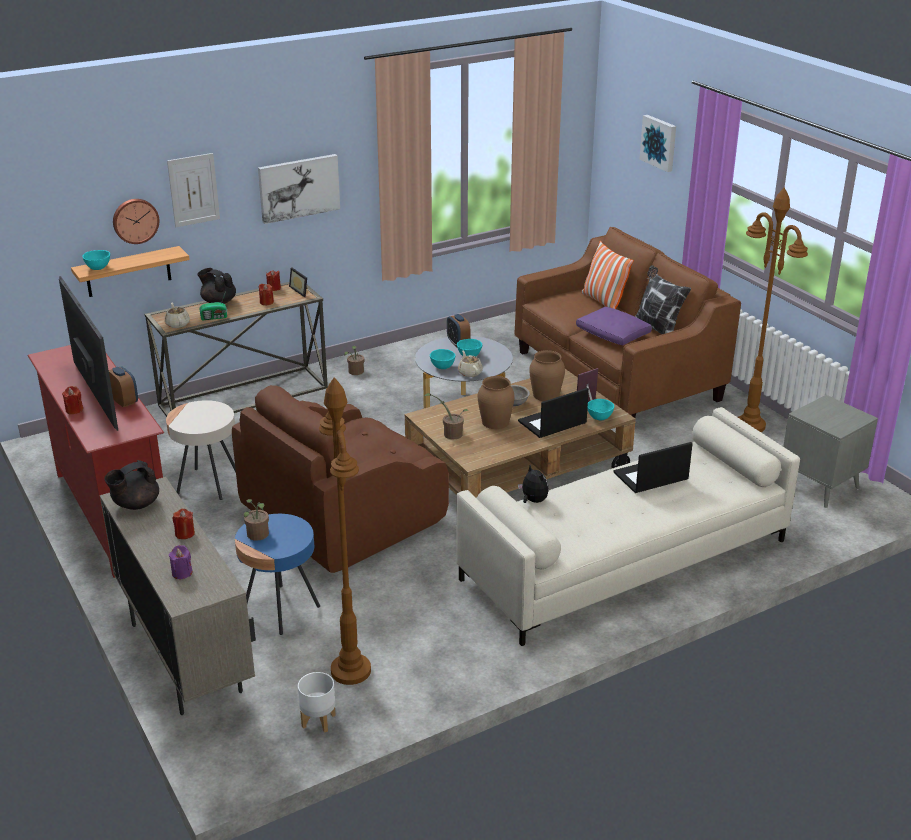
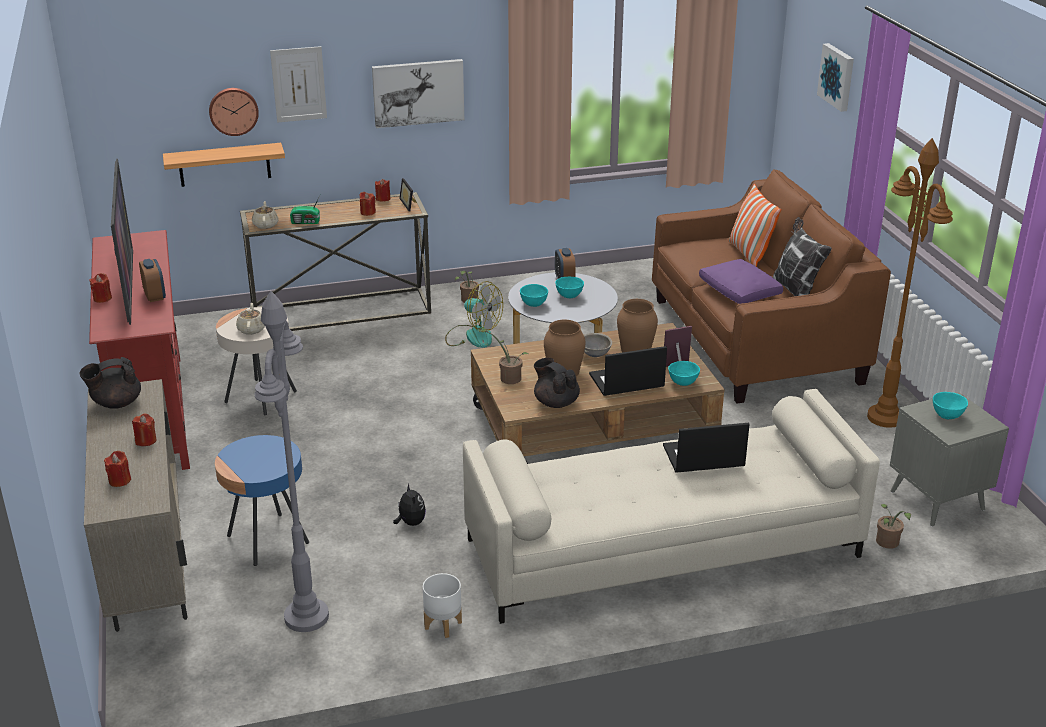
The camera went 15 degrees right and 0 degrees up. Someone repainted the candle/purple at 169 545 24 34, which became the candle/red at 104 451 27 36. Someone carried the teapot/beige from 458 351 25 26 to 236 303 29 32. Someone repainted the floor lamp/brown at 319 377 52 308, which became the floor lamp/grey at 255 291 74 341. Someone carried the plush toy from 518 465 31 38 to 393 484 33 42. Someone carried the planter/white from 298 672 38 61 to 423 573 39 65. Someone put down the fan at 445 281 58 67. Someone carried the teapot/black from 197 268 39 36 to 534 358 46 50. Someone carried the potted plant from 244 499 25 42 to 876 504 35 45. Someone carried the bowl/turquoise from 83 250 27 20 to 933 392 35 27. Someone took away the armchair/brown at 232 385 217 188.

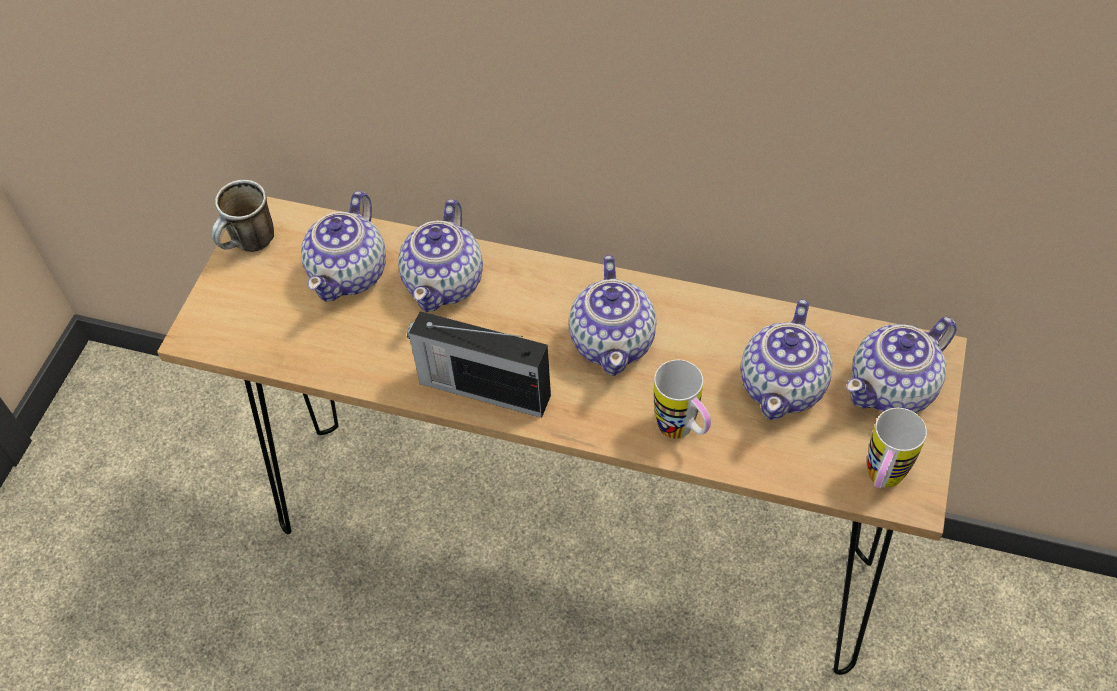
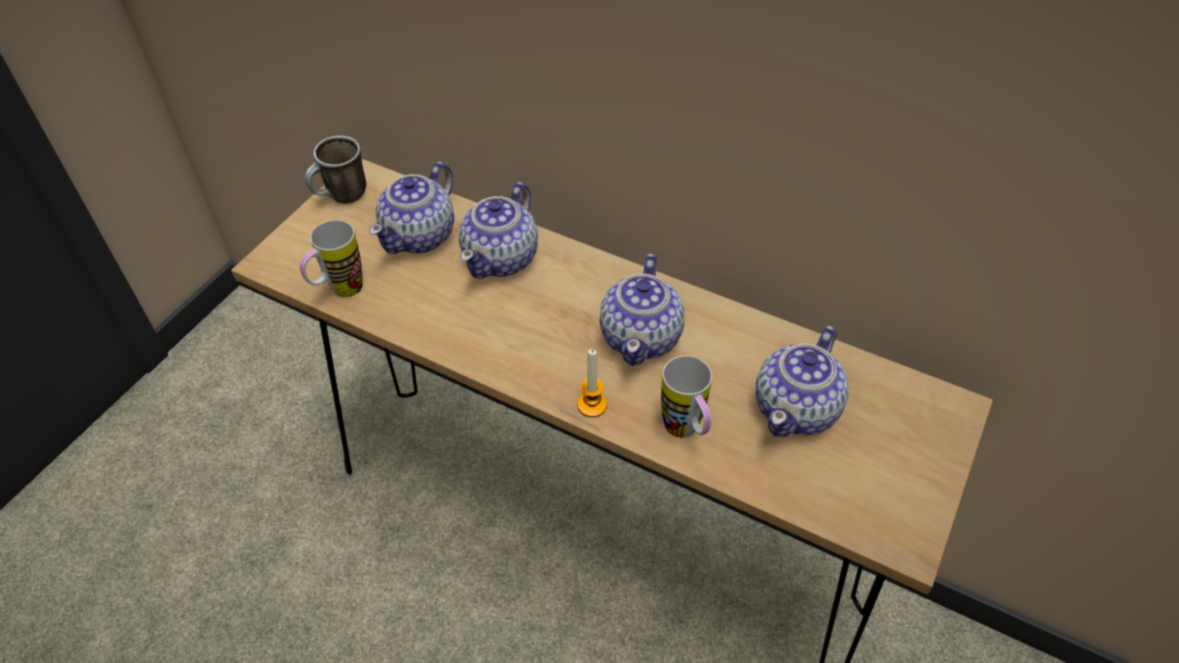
The camera went 10 degrees right and 5 degrees down. Someone carried the mug from 867 408 60 80 to 300 220 63 77. Someone put down the candle at 577 349 30 68. Someone took away the radio at 407 311 144 107. Someone took away the teapot at 846 317 111 96.

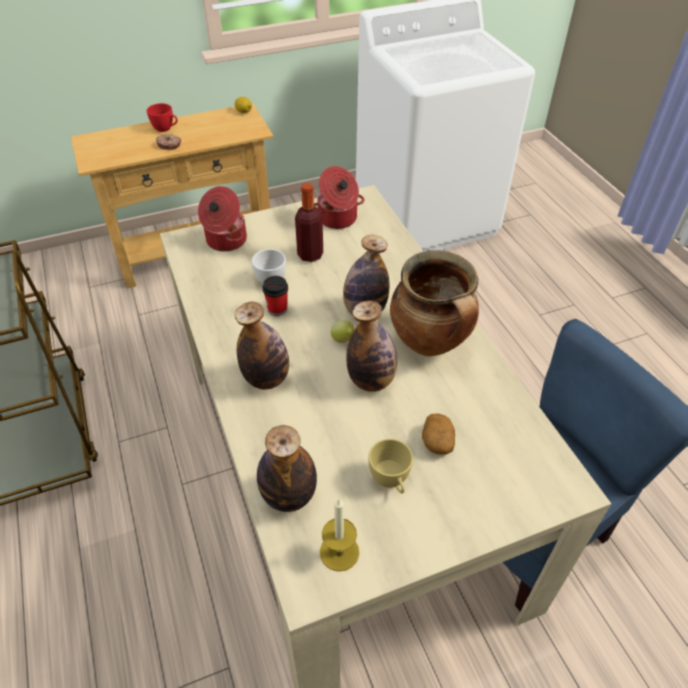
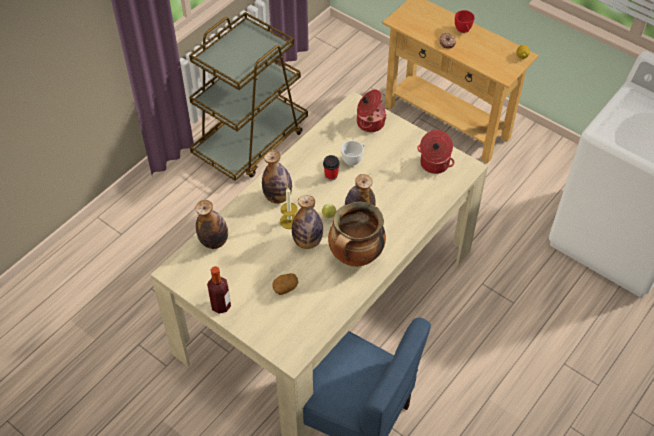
The camera went 60 degrees right and 5 degrees up. Someone carried the bottle from 295 183 28 79 to 207 266 24 48. Someone carried the candle from 320 499 39 72 to 280 188 18 41. Someone took away the cup/yellow at 369 439 44 54.

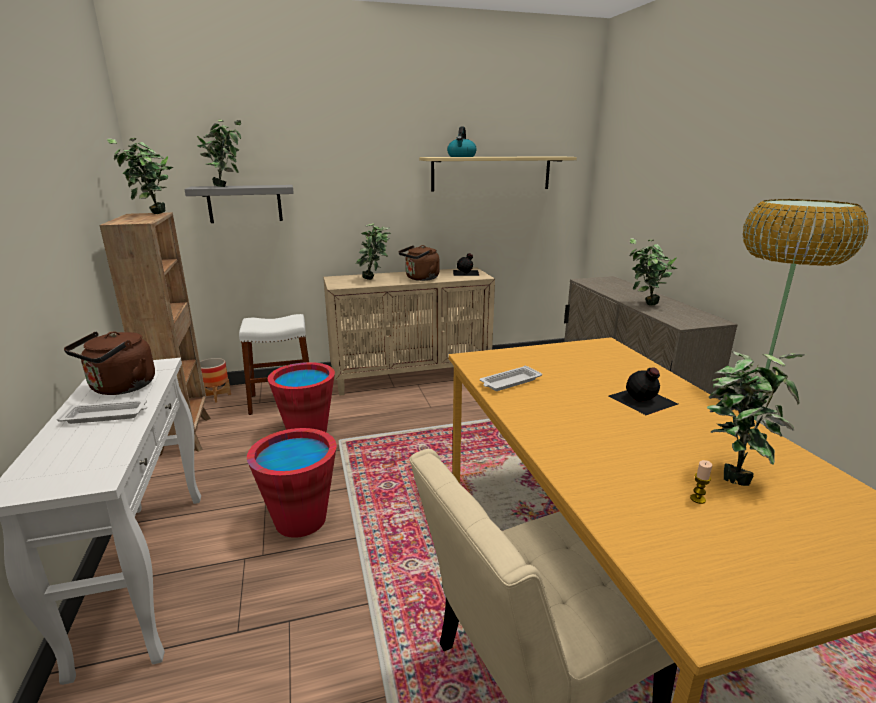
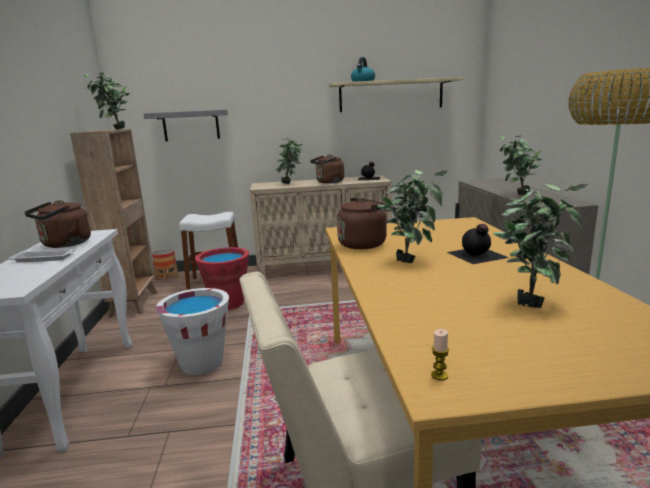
The camera went 10 degrees right and 5 degrees down. Someone repainted the bucket/red at 247 428 90 110, which became the bucket/white at 156 288 73 87. Someone swapped the tray/white at 480 365 62 26 for the kettle/brown at 337 198 59 51. Someone carried the potted plant from 197 120 44 67 to 377 170 70 93. Someone carried the candle from 690 460 22 44 to 431 329 18 52.

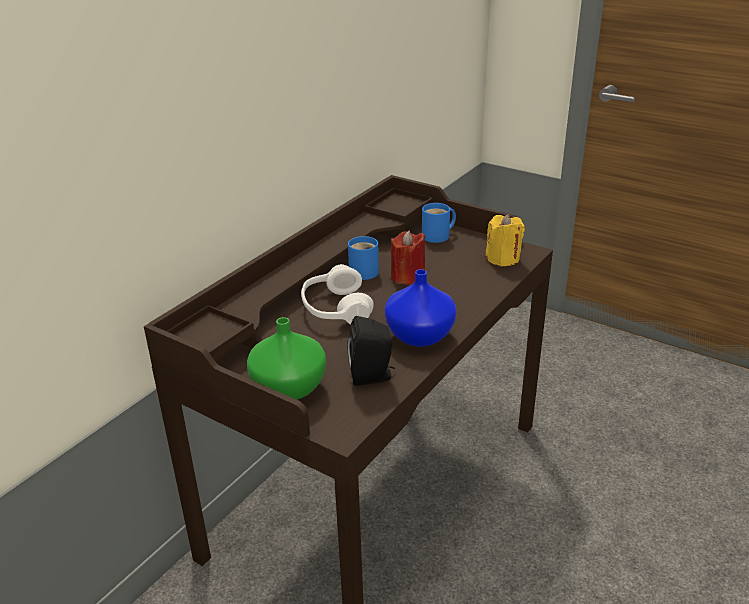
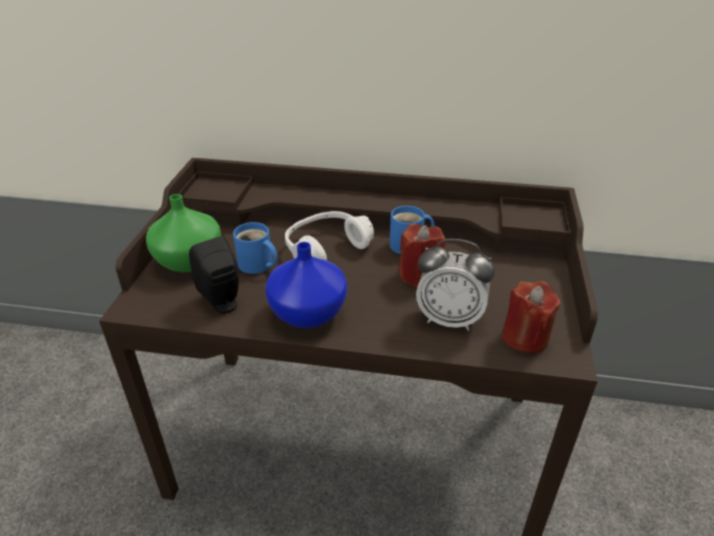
The camera went 65 degrees right and 5 degrees up. Someone carried the mug/blue from 422 203 34 40 to 233 222 45 52. Someone put down the alarm clock at 416 239 79 92. Someone repainted the candle/yellow at 485 214 40 52, which became the candle/red at 502 281 59 73.

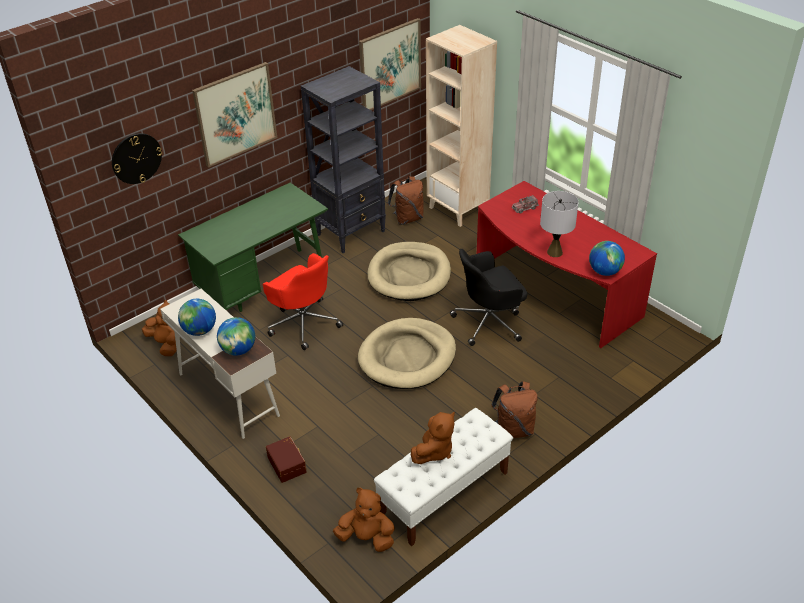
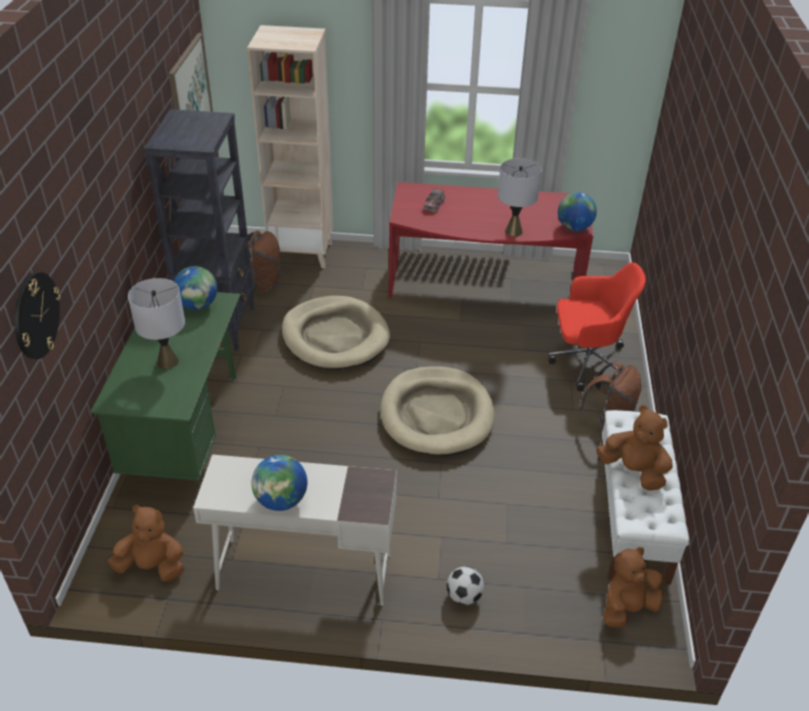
The camera went 45 degrees left and 0 degrees up. Someone put down the table lamp/grey at 128 278 57 91. Someone carried the globe from 217 317 38 39 to 174 266 43 44. Someone swapped the storage box/brown at 266 436 41 47 for the football at 447 566 37 39. Someone carried the office chair/red from 263 253 80 97 to 548 263 98 128. Someone rotated the plush toy/brown at 411 412 44 52 by 45 degrees counterclockwise. Someone took away the picture at 192 62 85 106. Someone took away the office chair/black at 450 249 77 97.

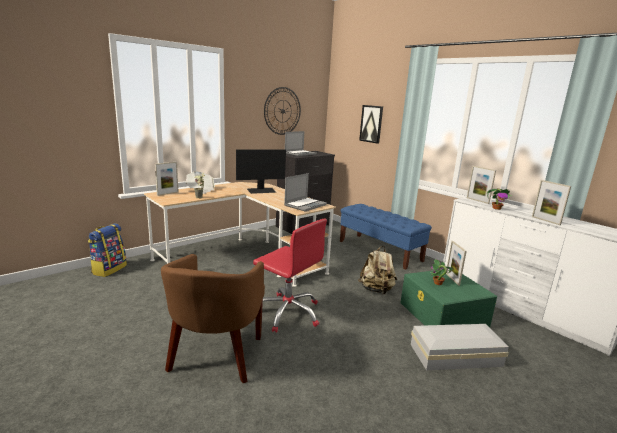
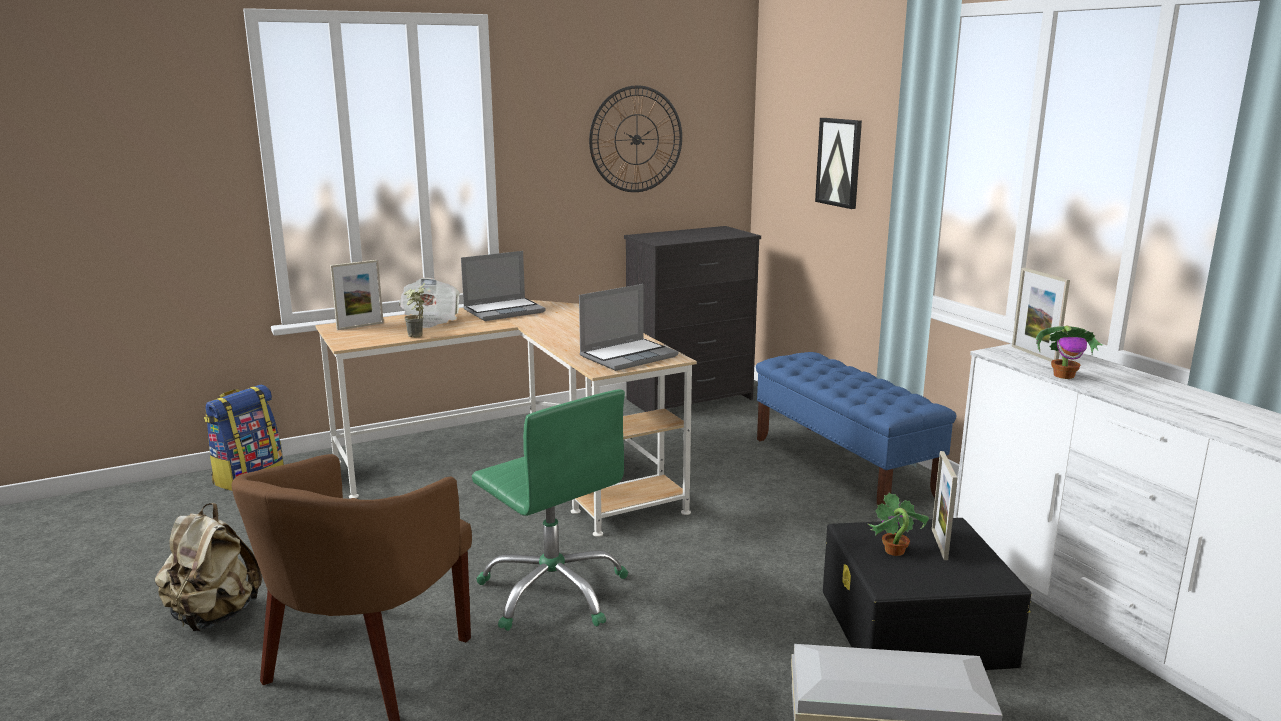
The camera went 15 degrees right and 0 degrees up. Someone carried the backpack/beige from 358 246 39 48 to 155 503 107 128. Someone carried the laptop from 285 131 32 25 to 461 251 85 70. Someone repainted the office chair/red at 253 218 74 115, which became the office chair/green at 472 389 156 242. Someone repainted the storage box/green at 400 271 97 56, which became the storage box/black at 823 518 209 152. Someone took away the monitor at 236 149 50 45. Someone took away the picture frame at 532 180 39 45.

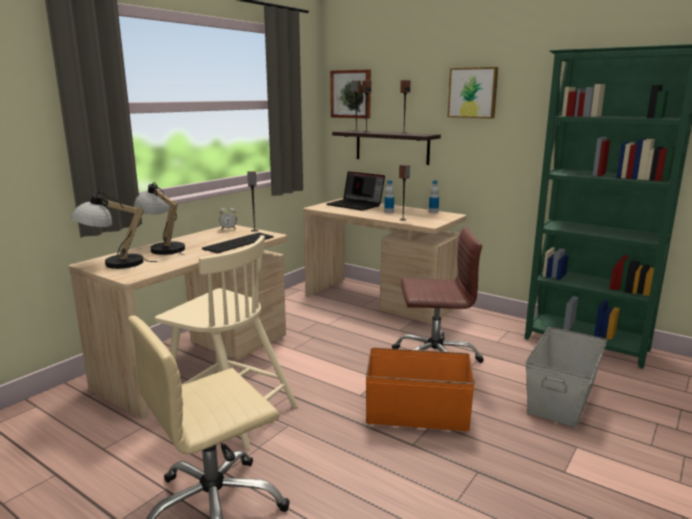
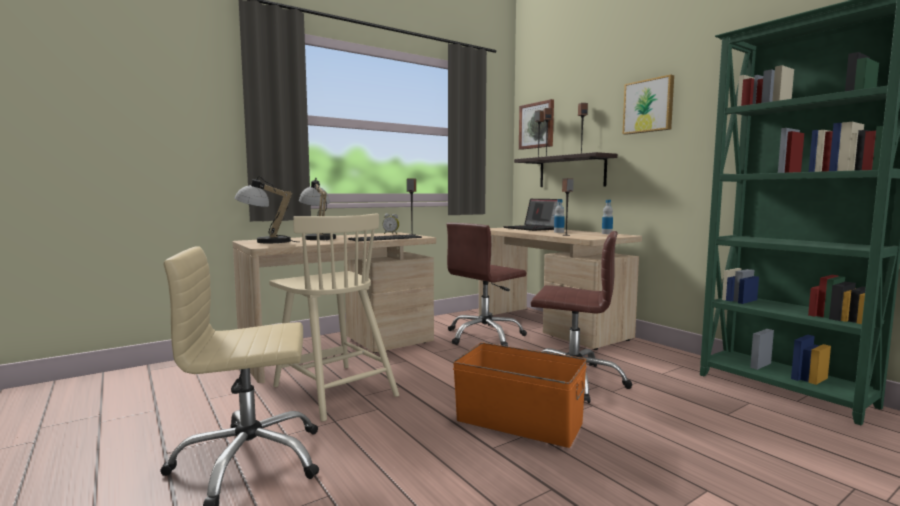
The camera went 20 degrees right and 10 degrees down. Someone put down the office chair/brown at 447 223 80 123. Someone took away the storage box/grey at 526 327 82 100.

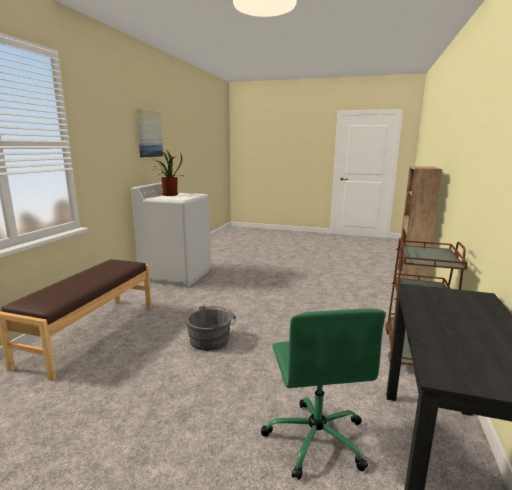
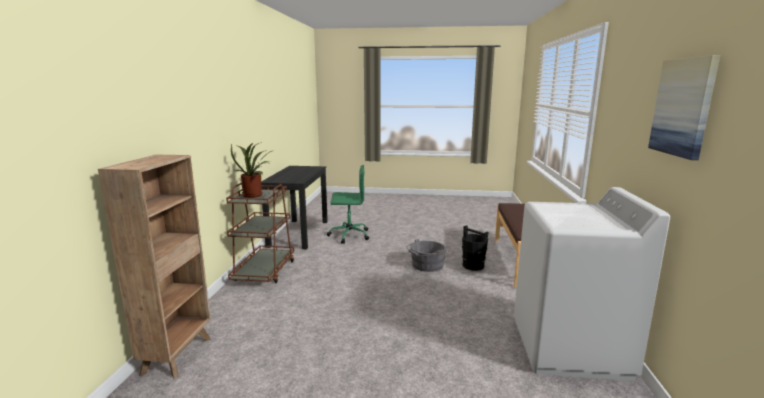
The camera went 170 degrees right and 0 degrees up. Someone carried the potted plant from 153 150 30 46 to 231 142 43 56. Someone rotated the office chair/green at 261 308 125 172 by 105 degrees clockwise. Someone put down the bucket/black at 462 225 26 46.

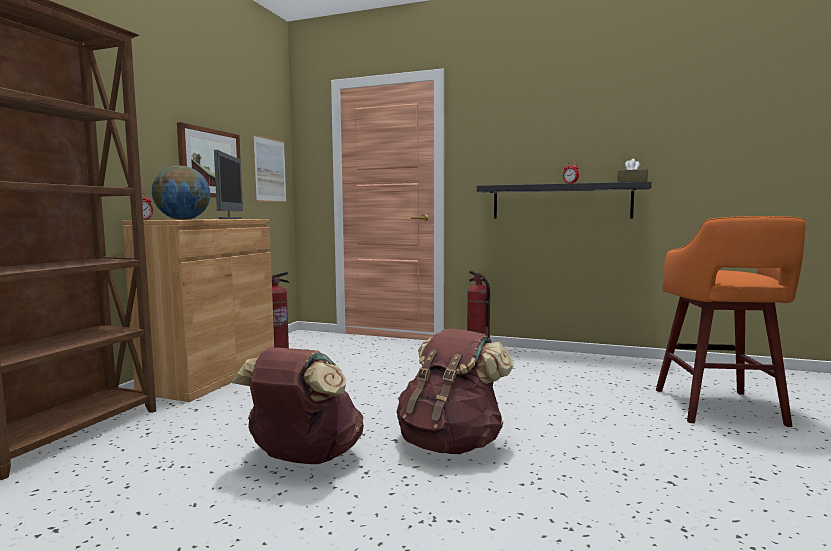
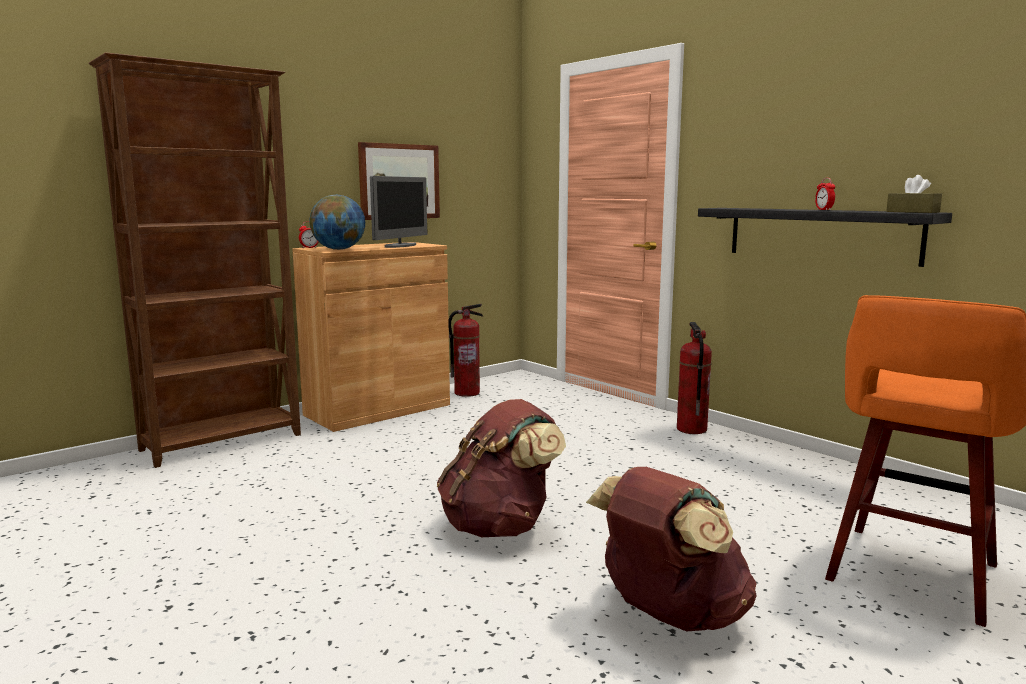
The camera went 30 degrees right and 5 degrees up. Someone carried the backpack/brown from 232 347 132 117 to 586 467 171 164. Someone took away the picture at 253 135 34 68.

